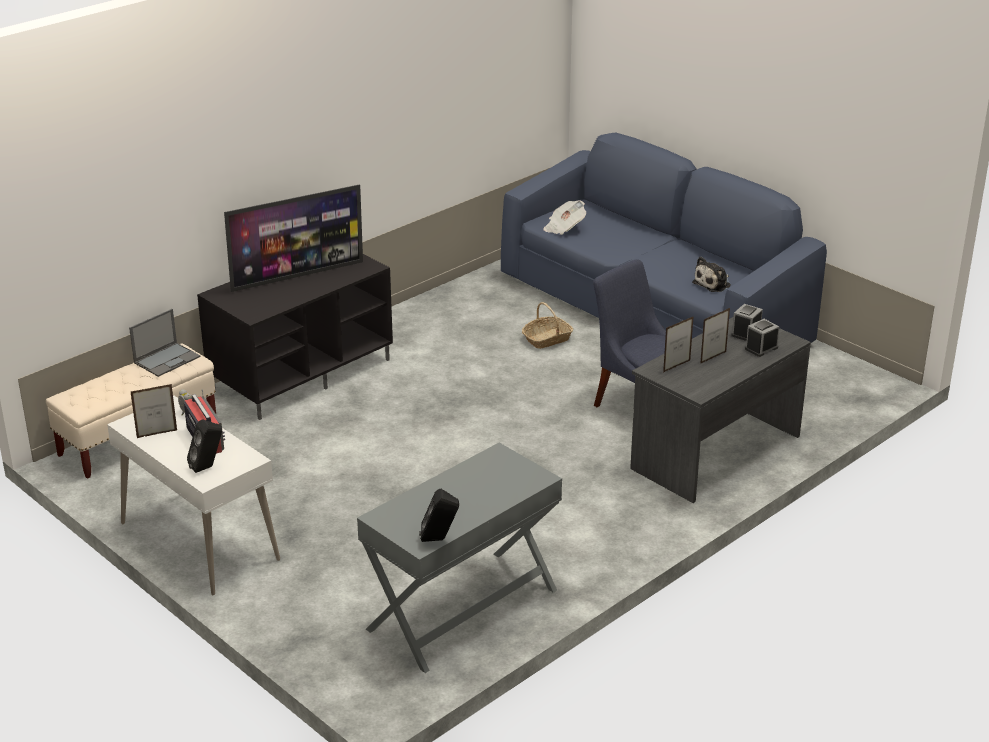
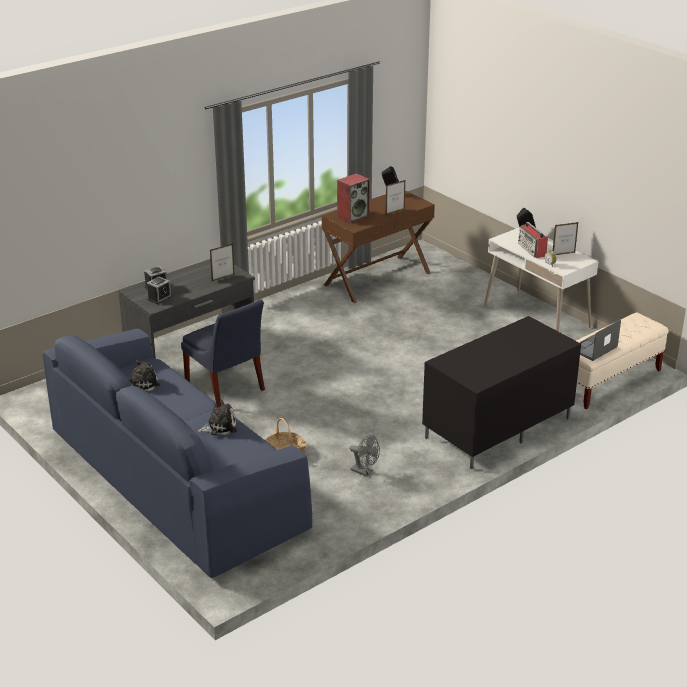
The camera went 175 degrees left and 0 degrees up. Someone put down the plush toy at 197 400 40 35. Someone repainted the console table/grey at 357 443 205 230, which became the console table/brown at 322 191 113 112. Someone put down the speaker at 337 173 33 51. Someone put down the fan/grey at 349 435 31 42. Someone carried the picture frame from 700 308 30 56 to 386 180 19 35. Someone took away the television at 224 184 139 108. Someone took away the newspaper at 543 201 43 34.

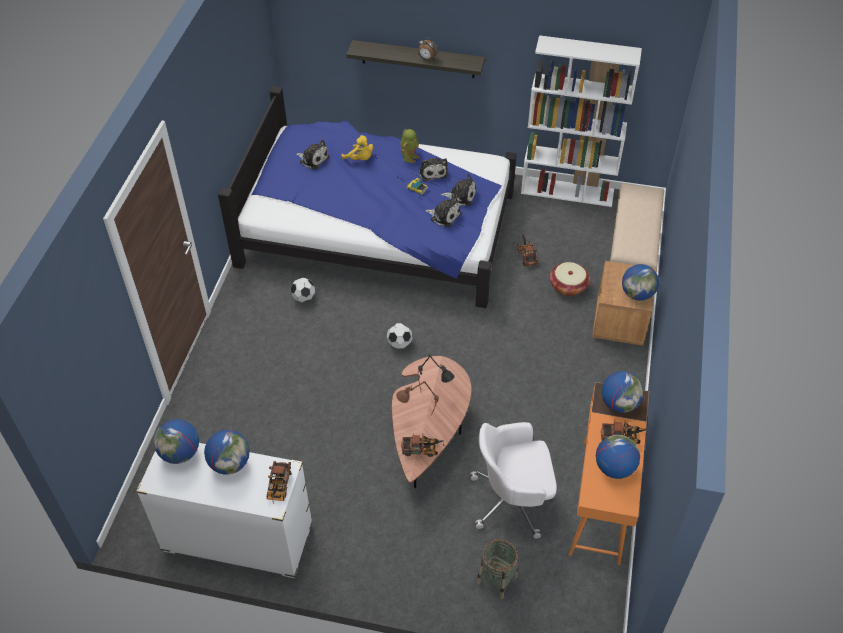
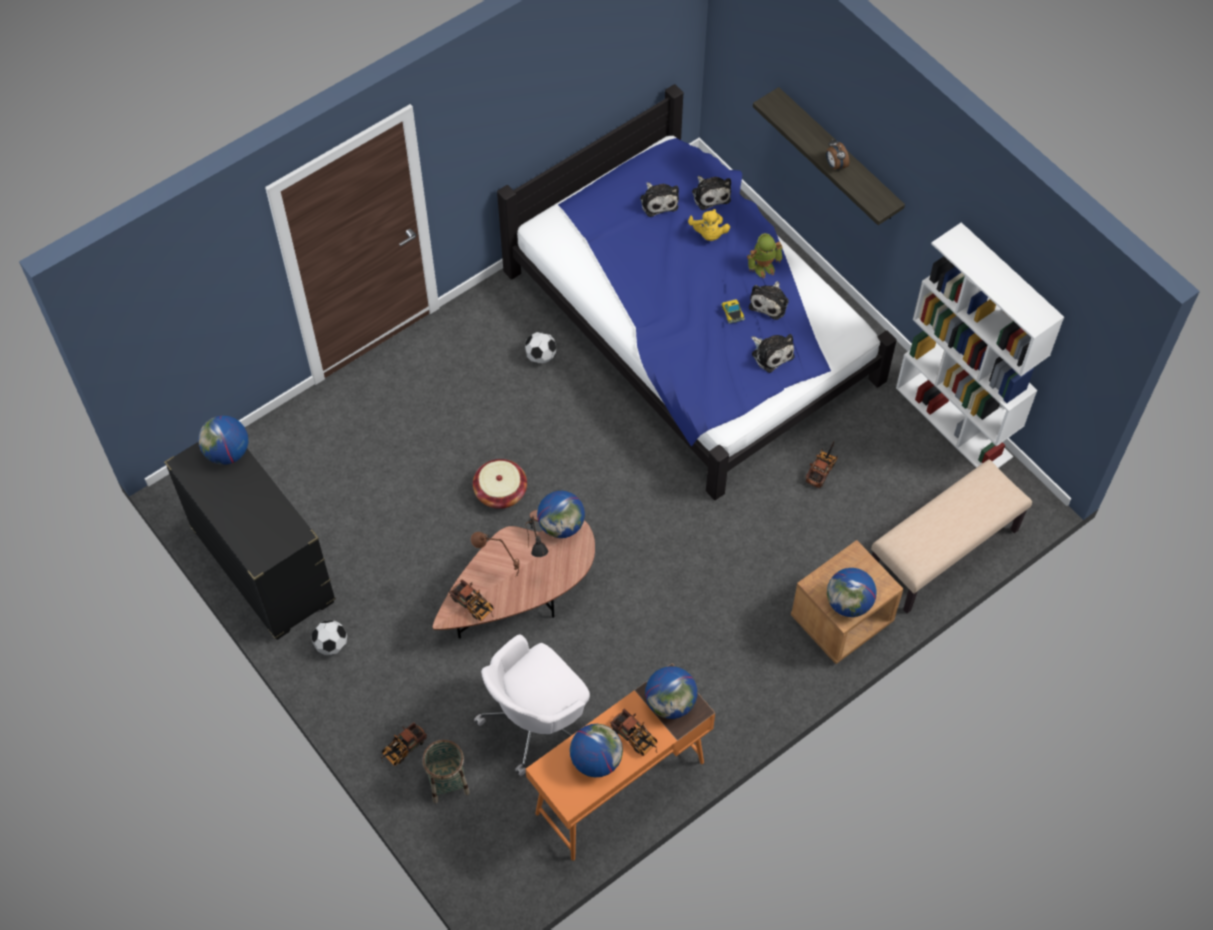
The camera went 40 degrees right and 10 degrees up. Someone repainted the dresser/white at 136 443 176 135, which became the dresser/black at 164 442 172 198. Someone carried the football from 387 323 26 26 to 312 620 35 35. Someone carried the toy truck from 267 461 25 43 to 381 722 46 44. Someone carried the basket from 550 262 40 34 to 473 459 54 50. Someone rotated the office chair/white at 470 422 87 117 by 75 degrees counterclockwise. Someone carried the globe from 204 430 46 44 to 537 491 48 47. Someone carried the plush toy from 425 195 36 32 to 692 176 39 34.

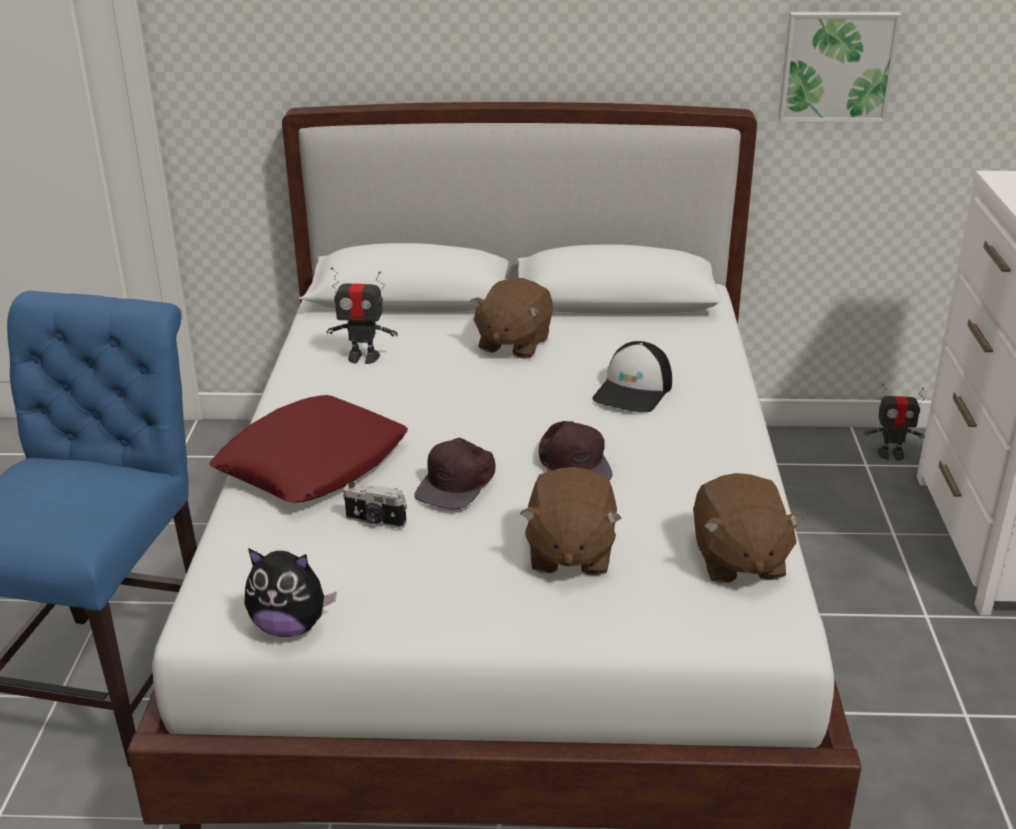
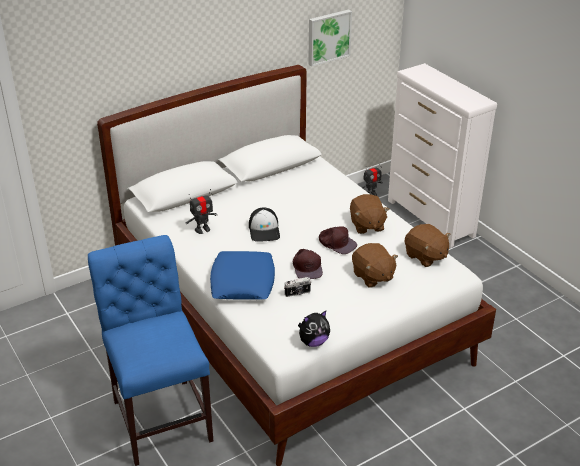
The camera went 35 degrees left and 5 degrees up. Someone repainted the pillow/red at 209 395 199 108, which became the pillow/blue at 210 251 65 49. Someone carried the cap from 592 341 80 71 to 249 207 31 35. Someone carried the plush toy/brown from 470 278 83 81 to 350 194 39 40.

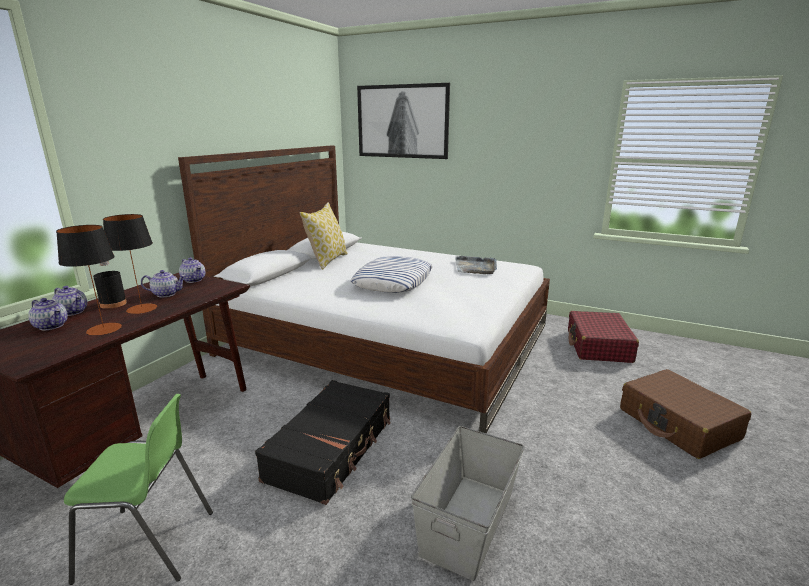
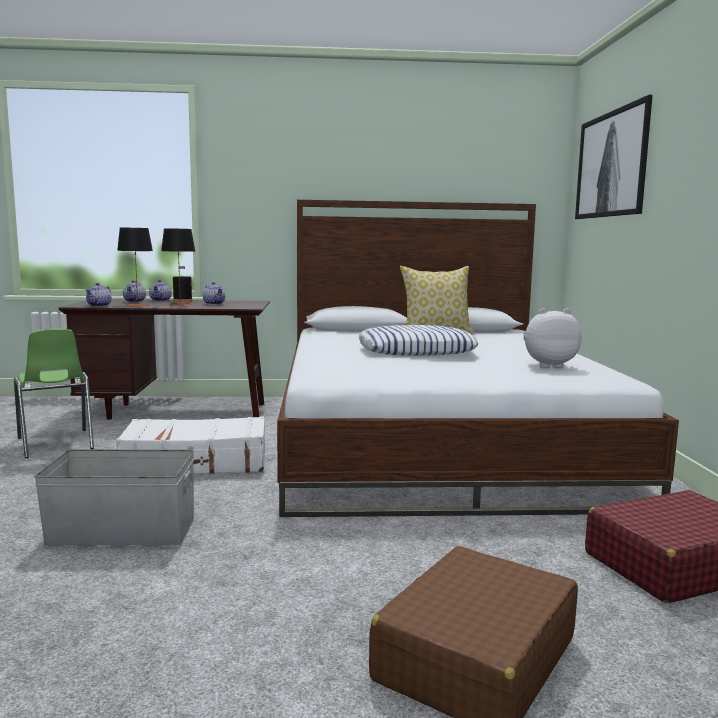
The camera went 60 degrees right and 10 degrees down. Someone carried the teapot from 179 258 26 25 to 85 283 26 24. Someone repainted the suitcase/black at 255 380 135 125, which became the suitcase/white at 116 417 149 57. Someone swapped the tray/grey at 455 256 42 18 for the plush toy at 523 308 59 60.

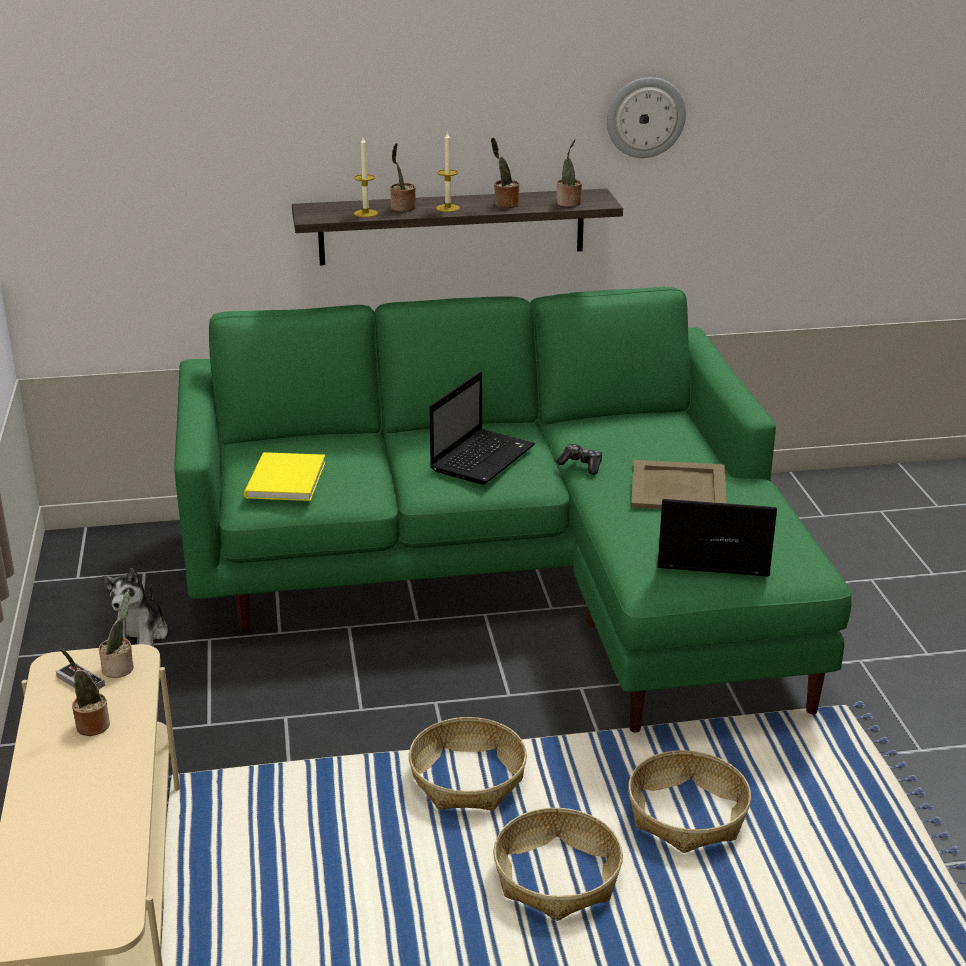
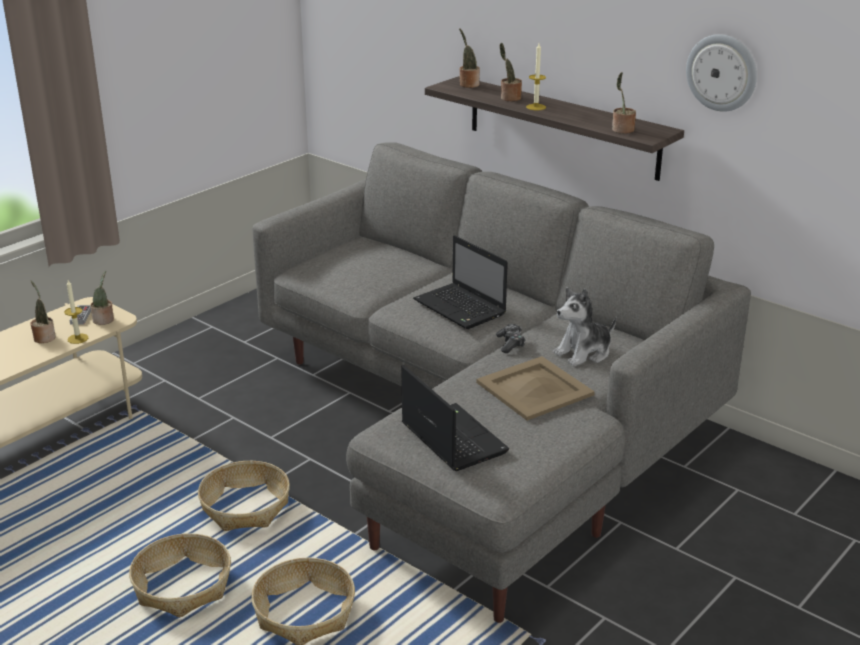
The camera went 50 degrees right and 0 degrees up. Someone carried the candle from 354 137 24 80 to 64 280 24 64. Someone repainted the sofa/green at 174 287 678 446, which became the sofa/grey at 252 142 499 481. Someone rotated the laptop at 429 371 106 114 by 60 degrees clockwise. Someone carried the potted plant from 491 138 28 70 to 459 28 21 60. Someone carried the plush toy from 102 568 66 78 to 553 287 63 79. Someone took away the book/yellow at 244 452 82 49.

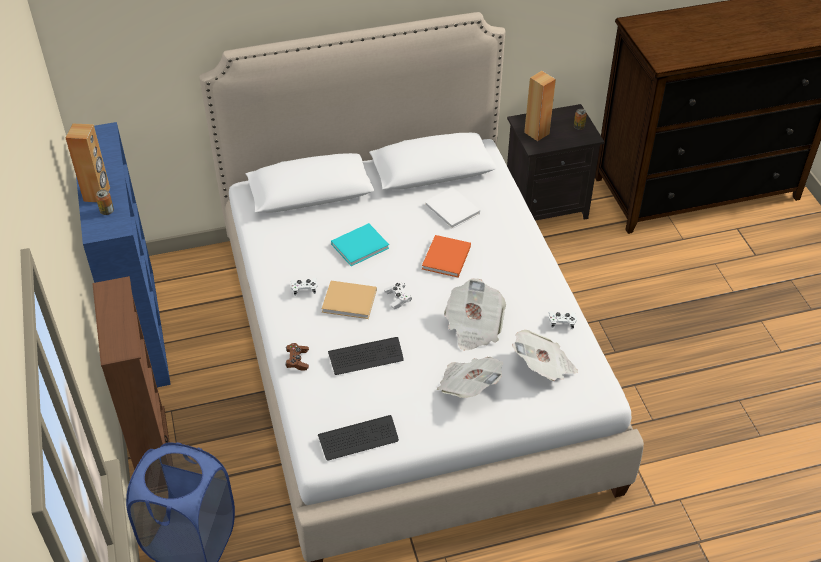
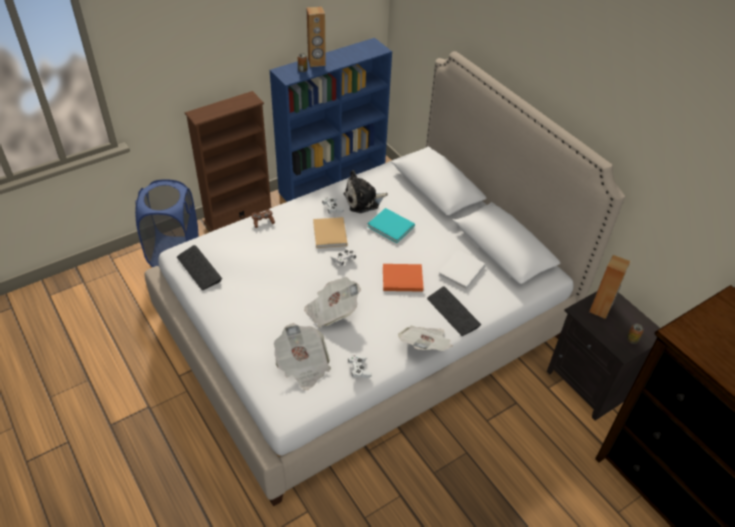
The camera went 70 degrees right and 0 degrees up. Someone put down the plush toy at 343 170 45 43. Someone carried the newspaper from 437 357 67 41 to 398 326 55 25. Someone carried the keyboard from 328 337 76 38 to 427 286 54 50.

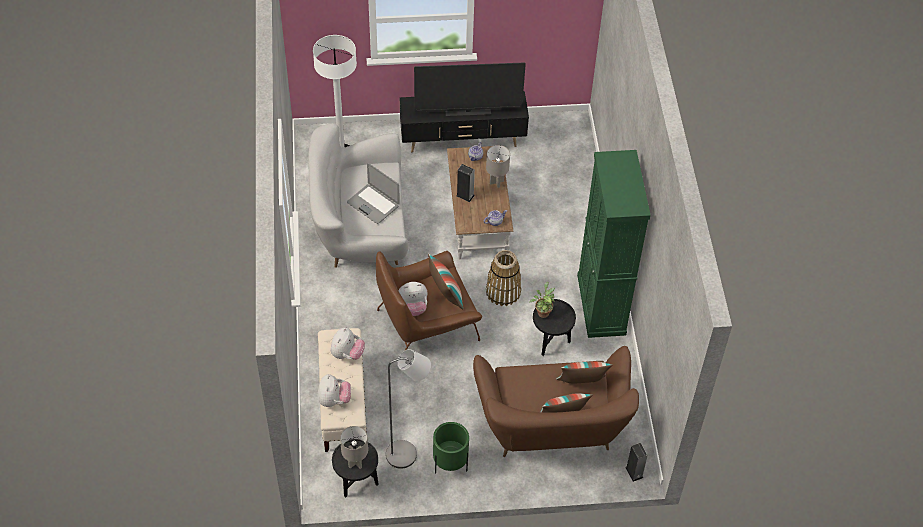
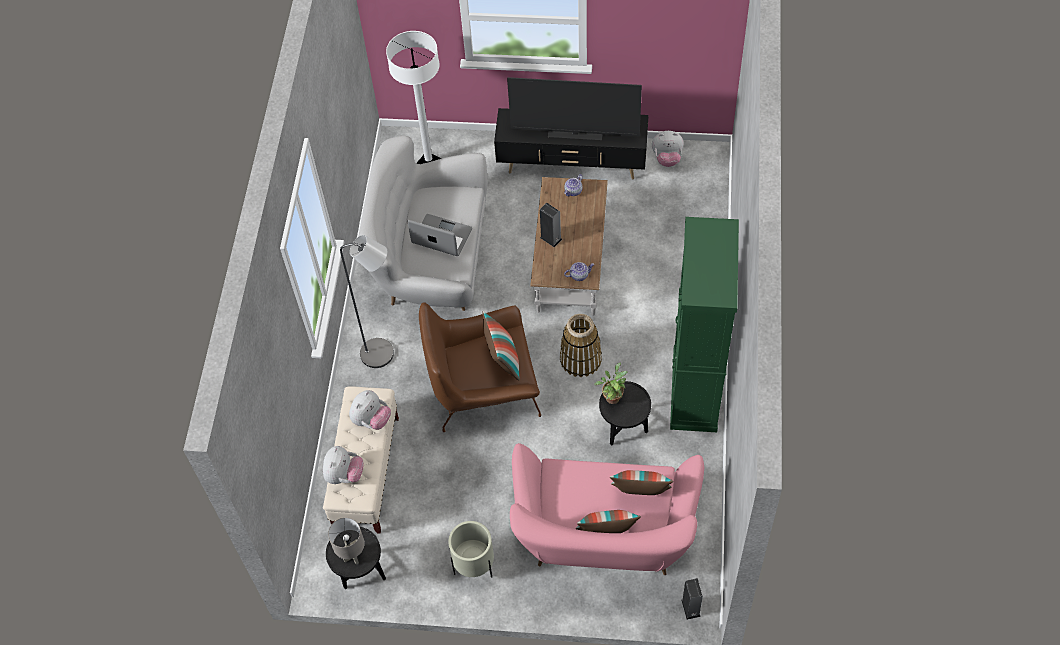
The camera went 15 degrees right and 5 degrees up. Someone carried the floor lamp/grey from 386 349 45 120 to 340 235 54 133. Someone rotated the laptop at 347 163 53 61 by 150 degrees clockwise. Someone repainted the planter/green at 433 422 36 52, which became the planter/beige at 448 521 46 57. Someone repainted the sofa/brown at 473 346 166 111, which became the sofa/pink at 510 443 194 132. Someone carried the plush toy from 398 282 30 34 to 652 131 31 36. Someone took away the table lamp/grey at 486 145 24 43.

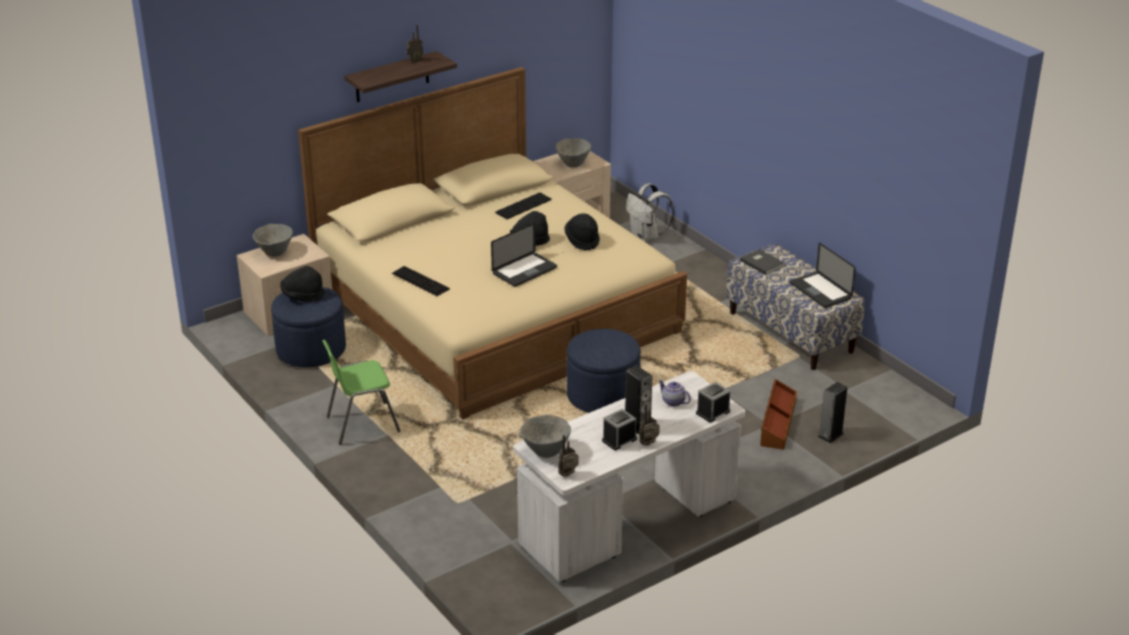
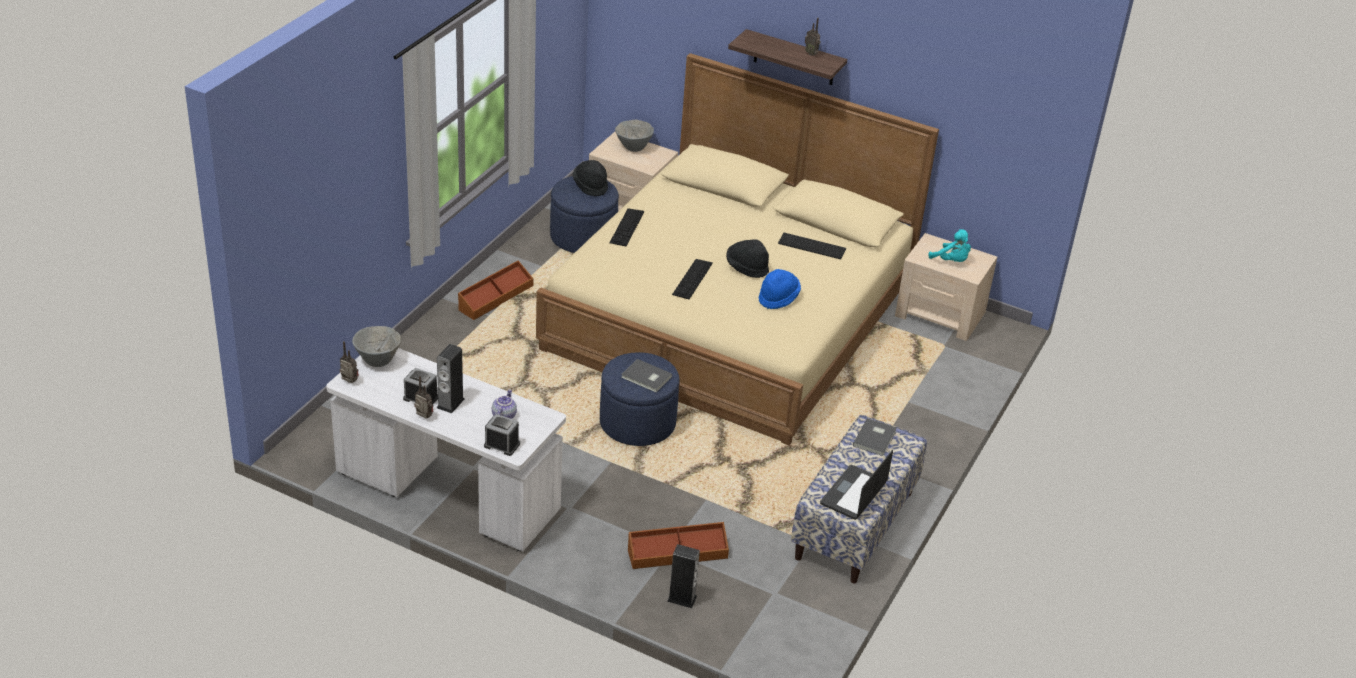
The camera went 60 degrees right and 5 degrees up. Someone swapped the chair/green at 322 340 79 105 for the storage box/brown at 458 261 75 59. Someone put down the book/grey at 621 359 51 33. Someone swapped the laptop at 491 223 66 64 for the keyboard at 672 259 41 40. Someone repainted the hat/black at 564 213 36 37, which became the hat/blue at 759 269 42 40. Someone swapped the bowl/grey at 555 138 36 29 for the plush toy/turquoise at 928 229 43 33. Someone took away the backpack/white at 626 183 48 59.

